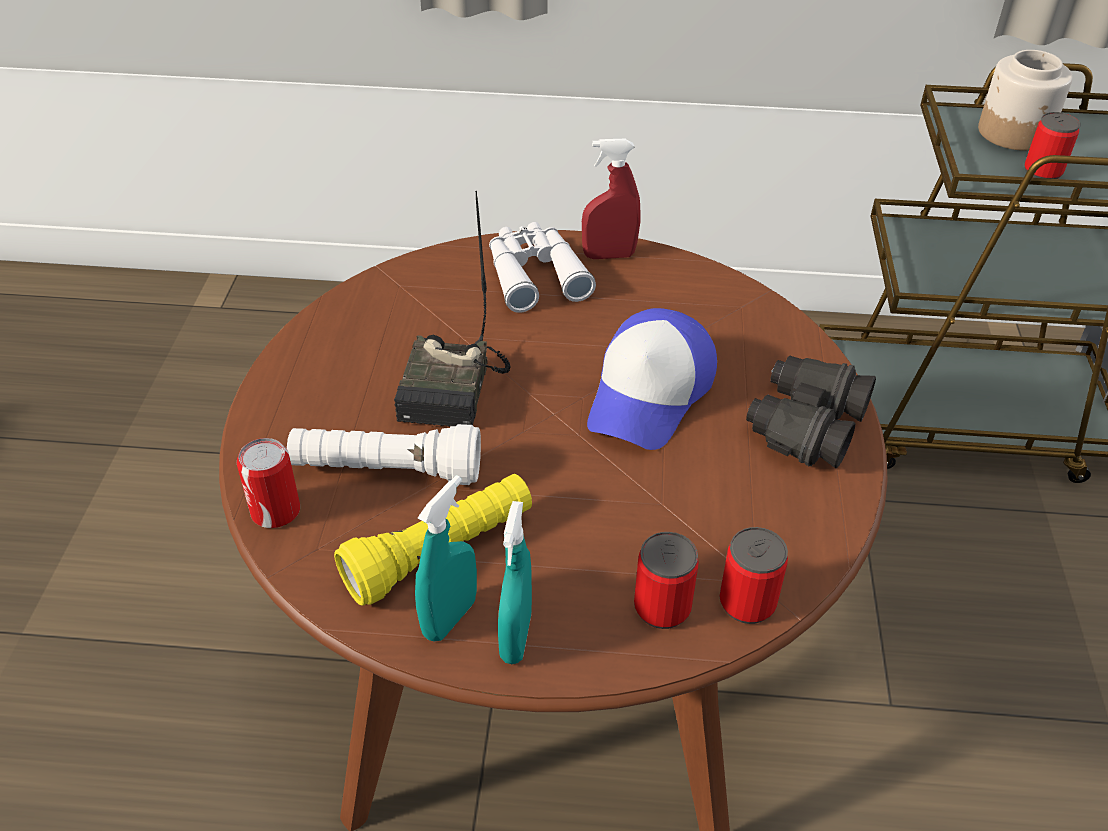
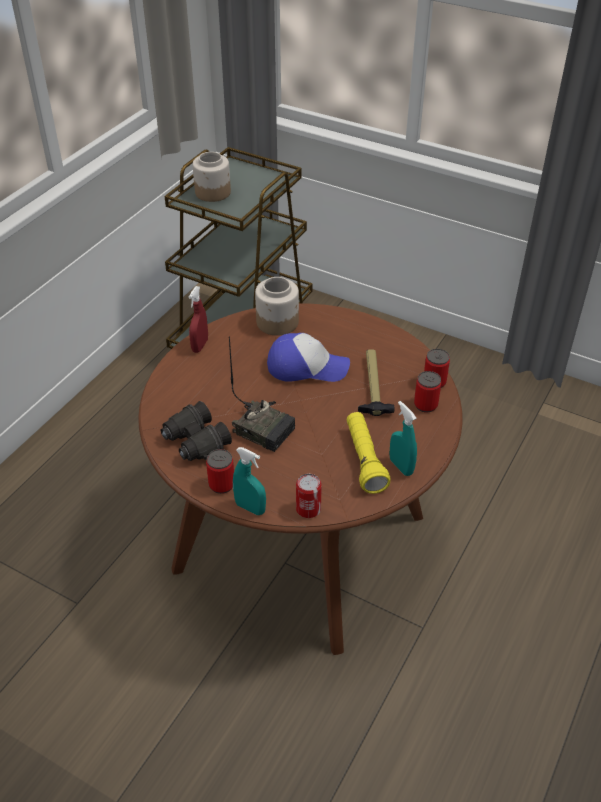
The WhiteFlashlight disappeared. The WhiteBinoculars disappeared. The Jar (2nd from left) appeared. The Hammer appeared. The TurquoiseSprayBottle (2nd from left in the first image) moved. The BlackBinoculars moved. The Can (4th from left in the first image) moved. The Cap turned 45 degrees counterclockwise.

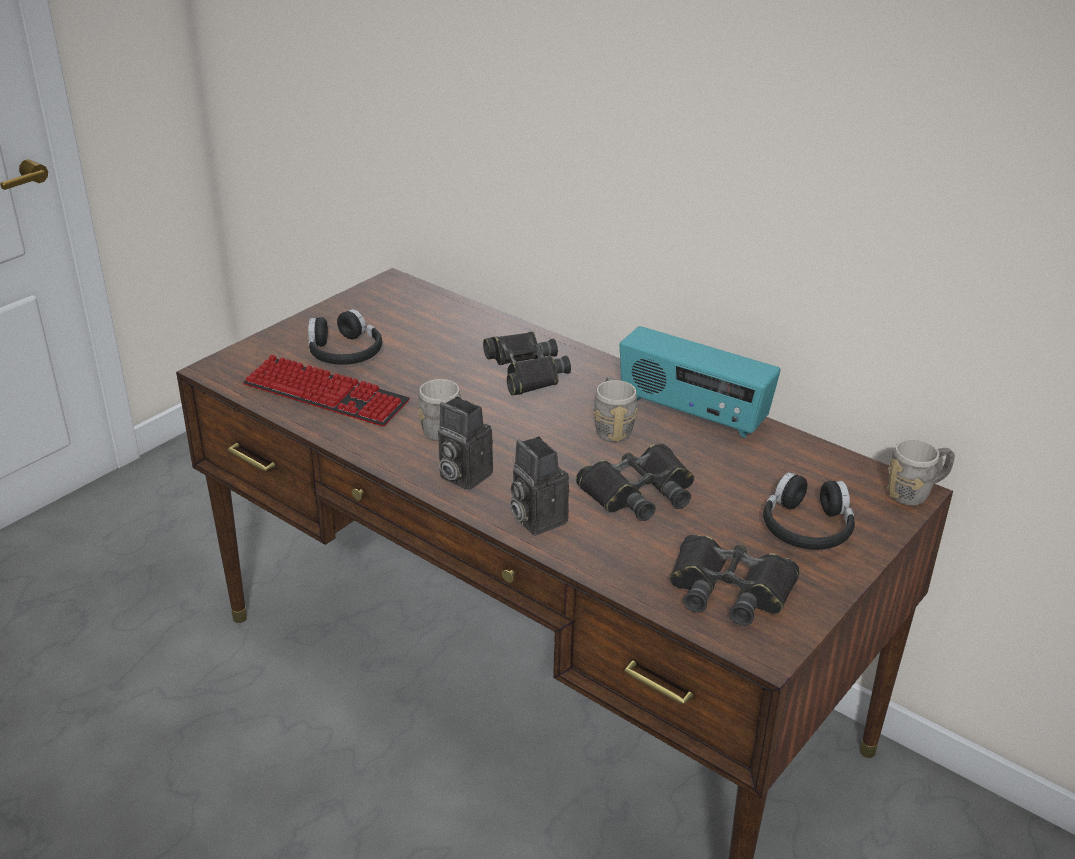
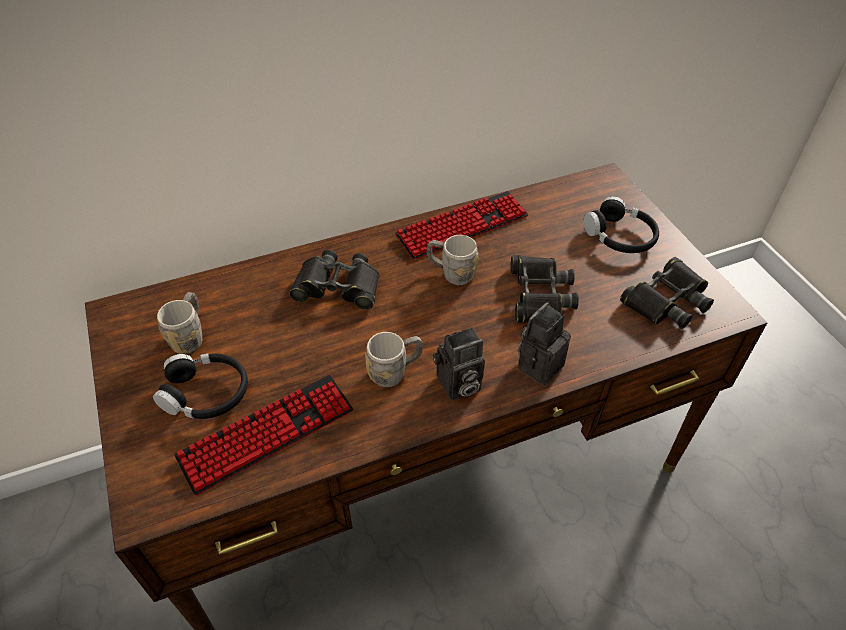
The GreyMug (3rd from left in the first image) moved. The Radio was replaced by the Keyboard (2nd from left). The PhotoCamera (2nd from left) turned 135 degrees clockwise.

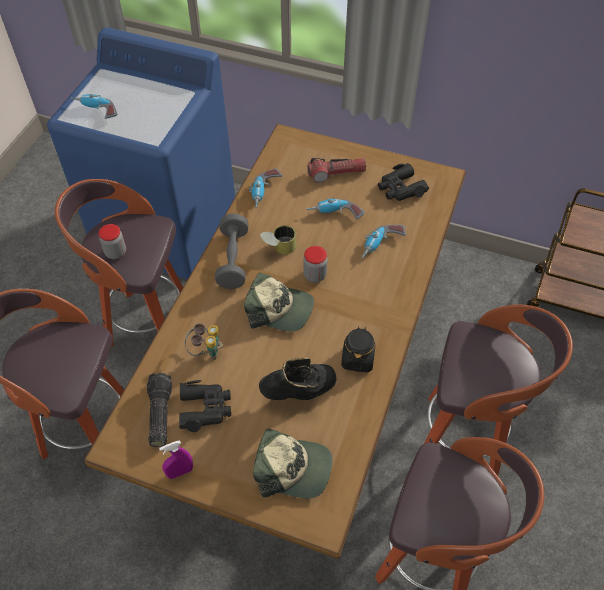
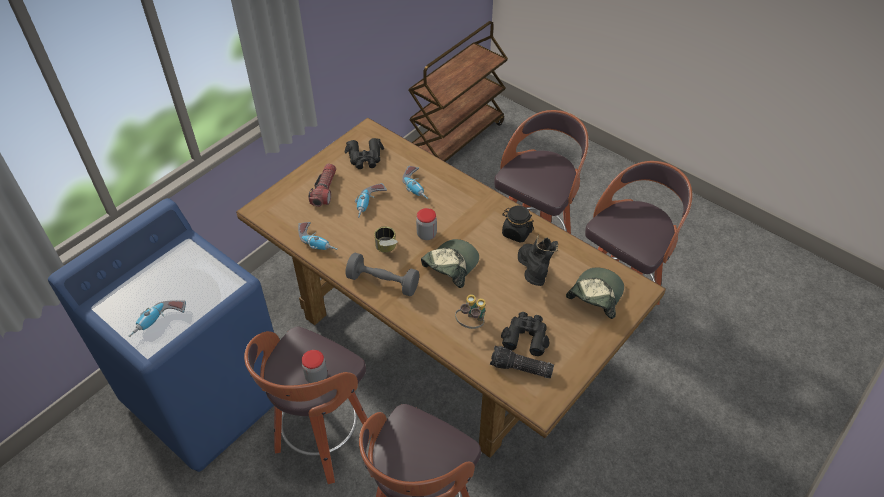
The PurpleSprayBottle disappeared.

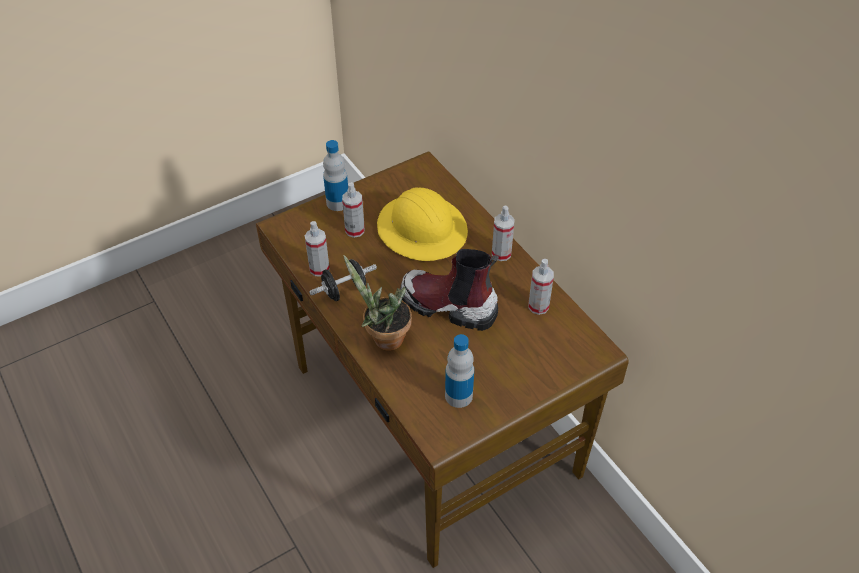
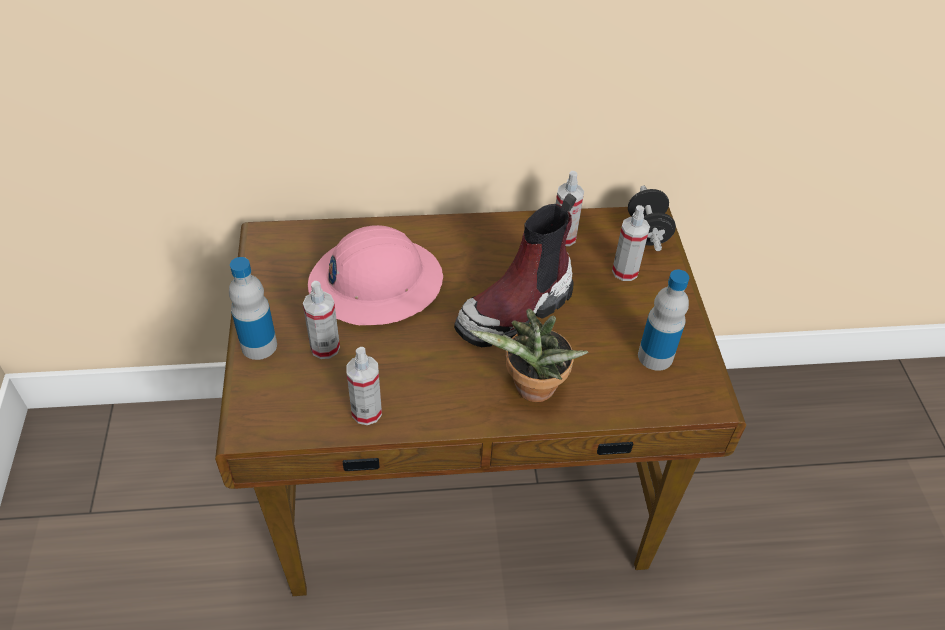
The BlackDumbbell moved. The SprayBottle (3rd from left in the first image) moved. The YellowHardHat became the PinkHardHat.

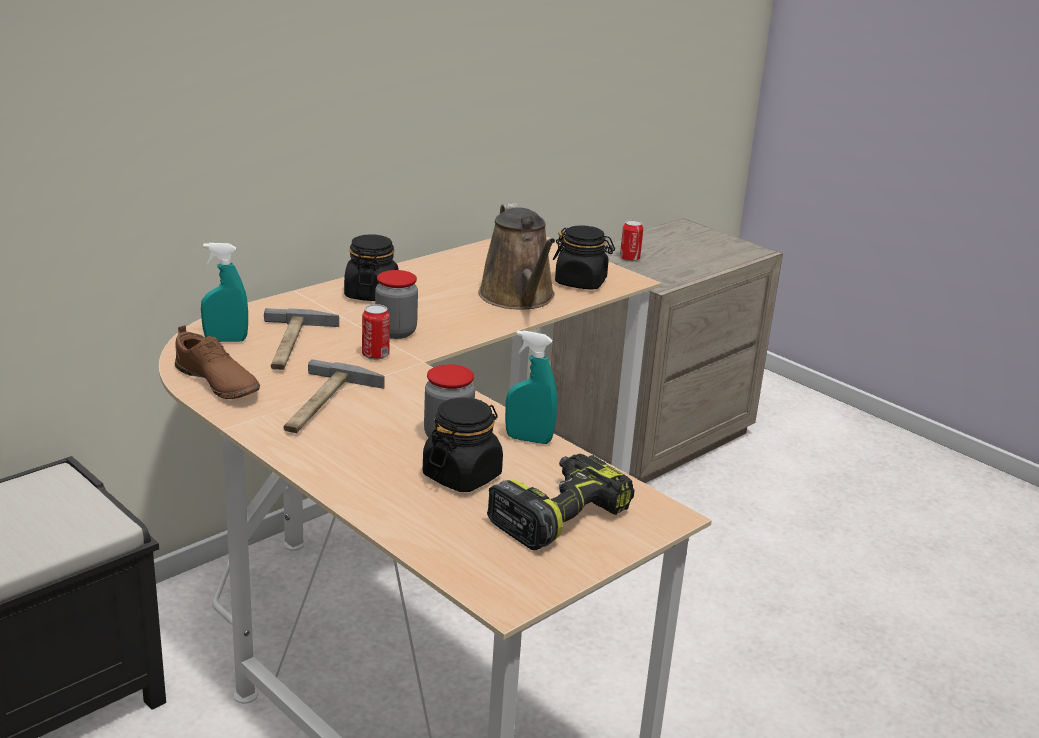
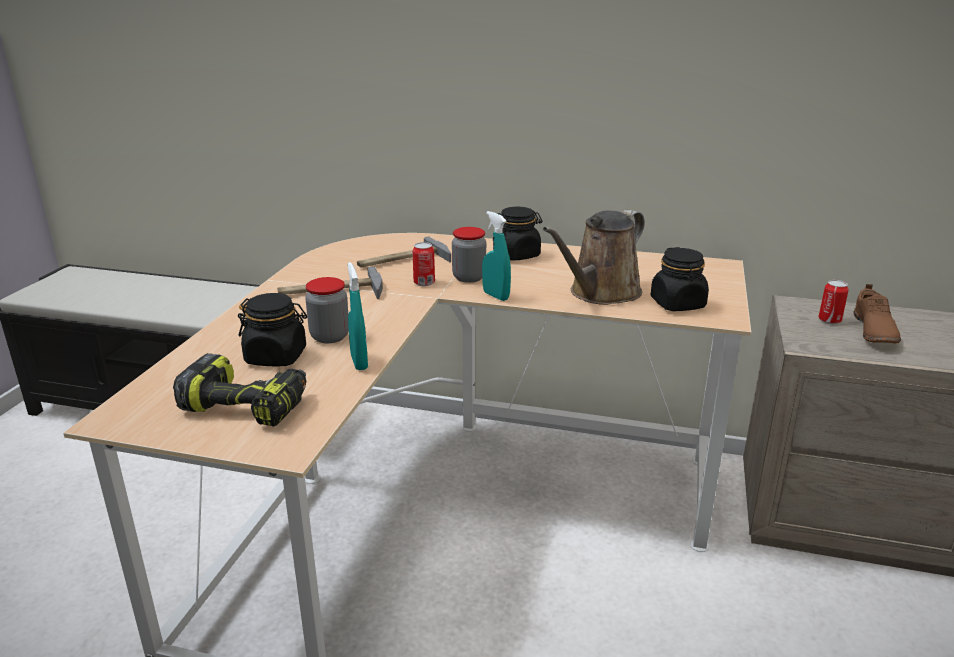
The BrownShoe moved. The TurquoiseSprayBottle (1st from left in the first image) moved.

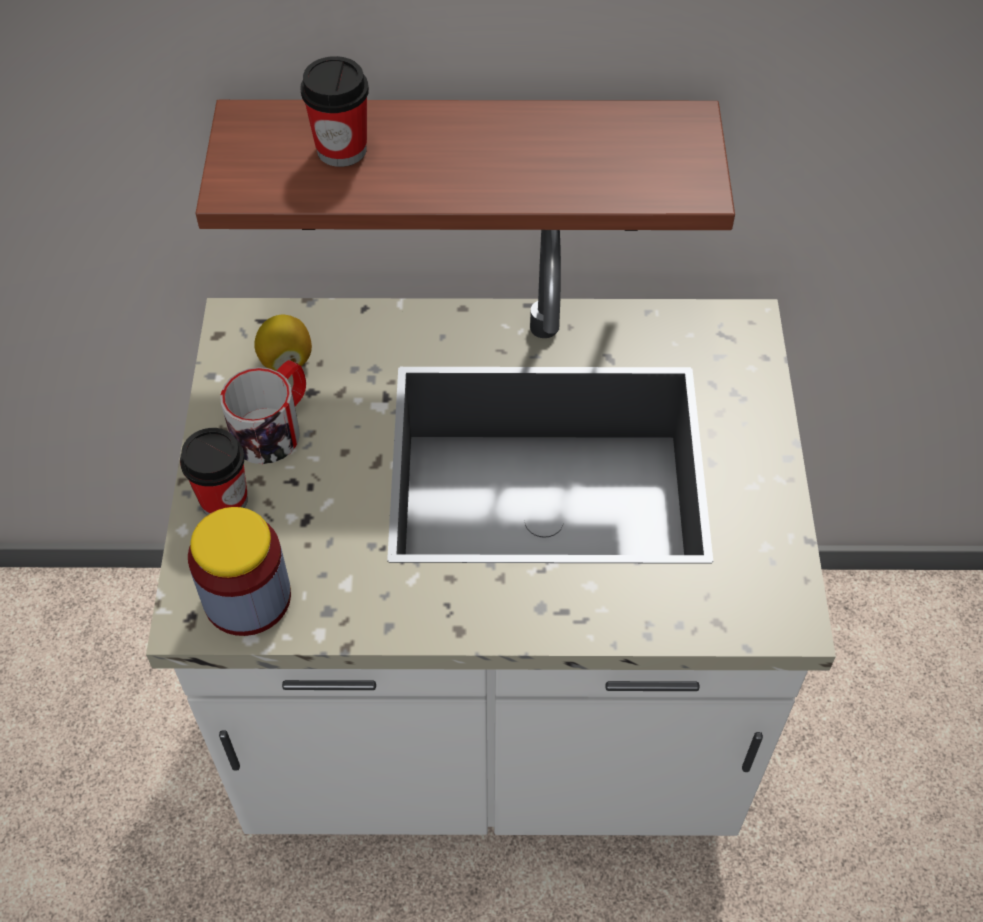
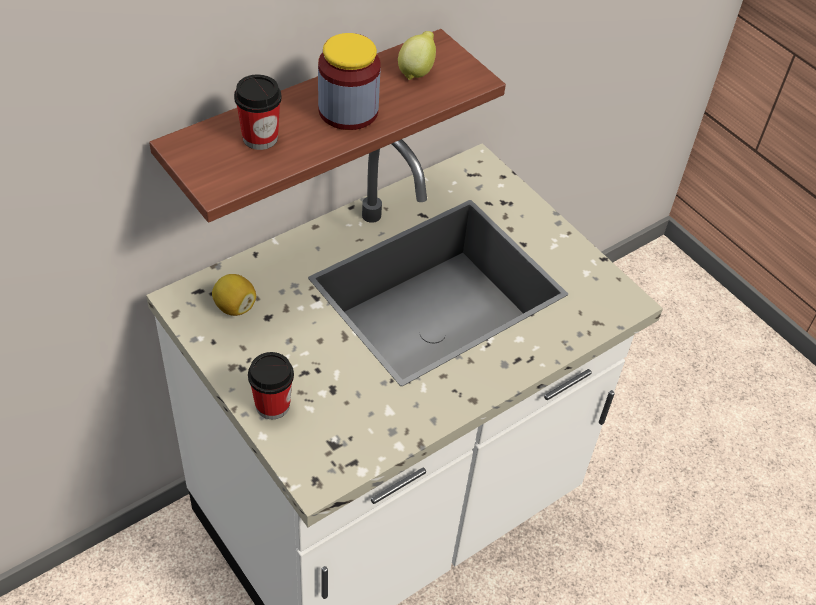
The Mug disappeared. The Lemon (2nd from left) appeared. The Jar moved.

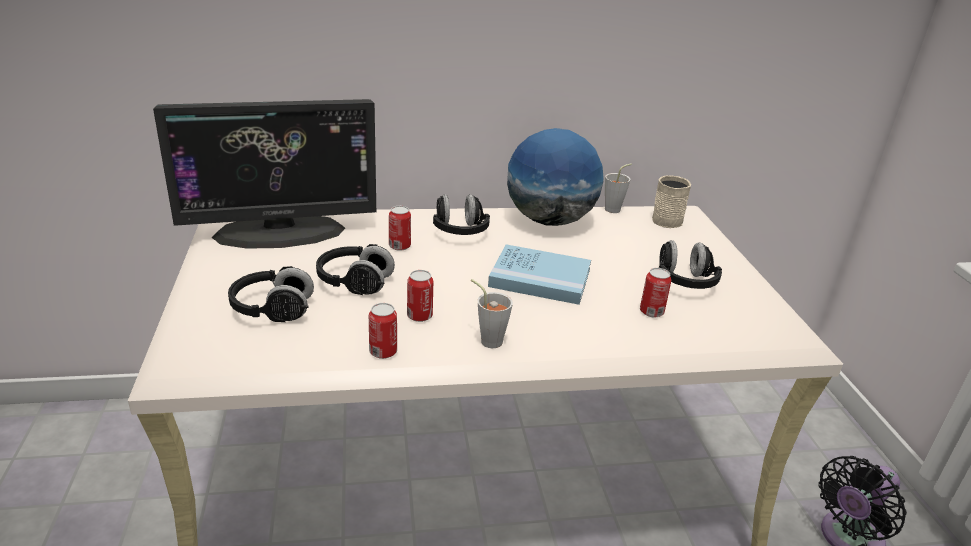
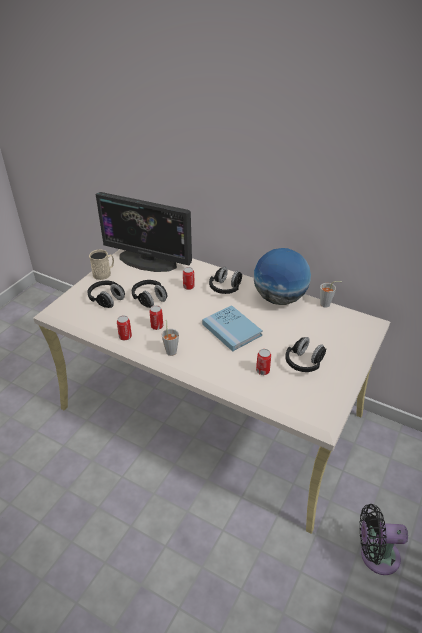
The BeigeMug moved.

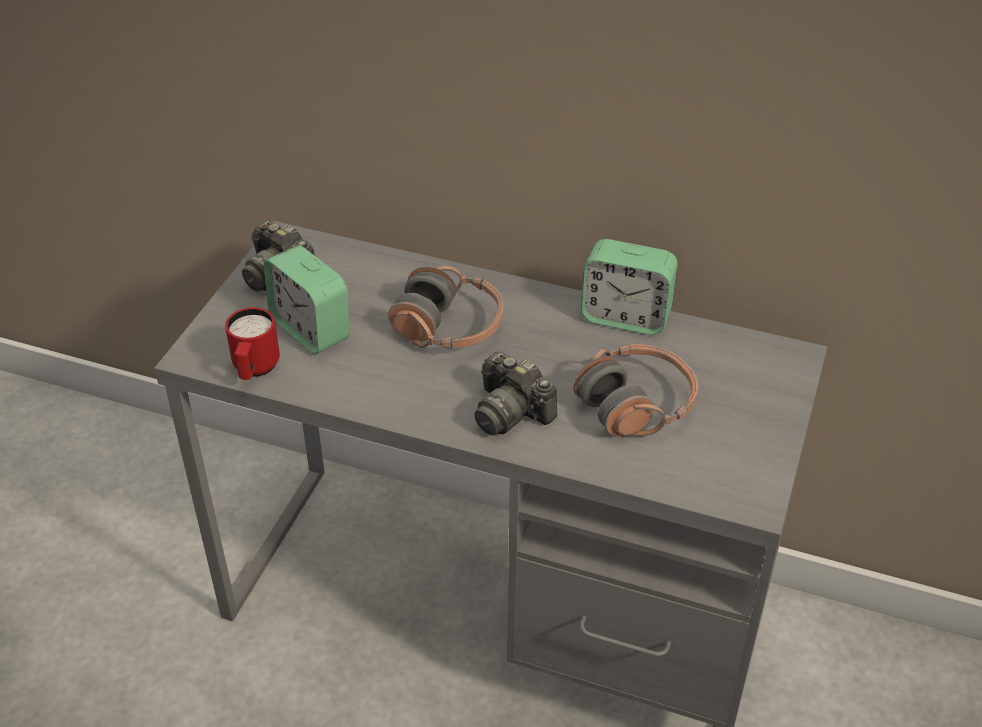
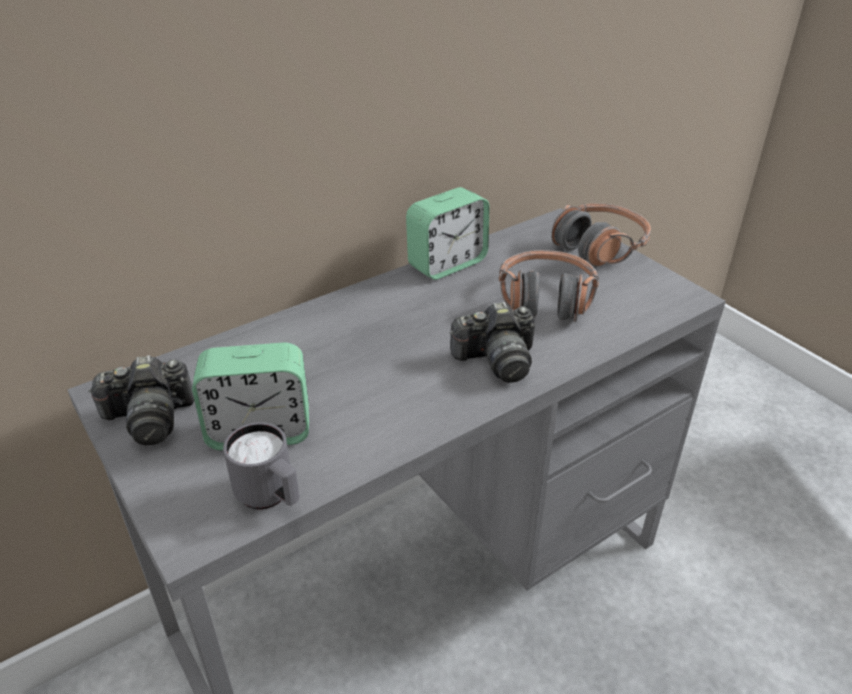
The Headphones (1st from left in the first image) moved. The RedMug became the GreyMug.

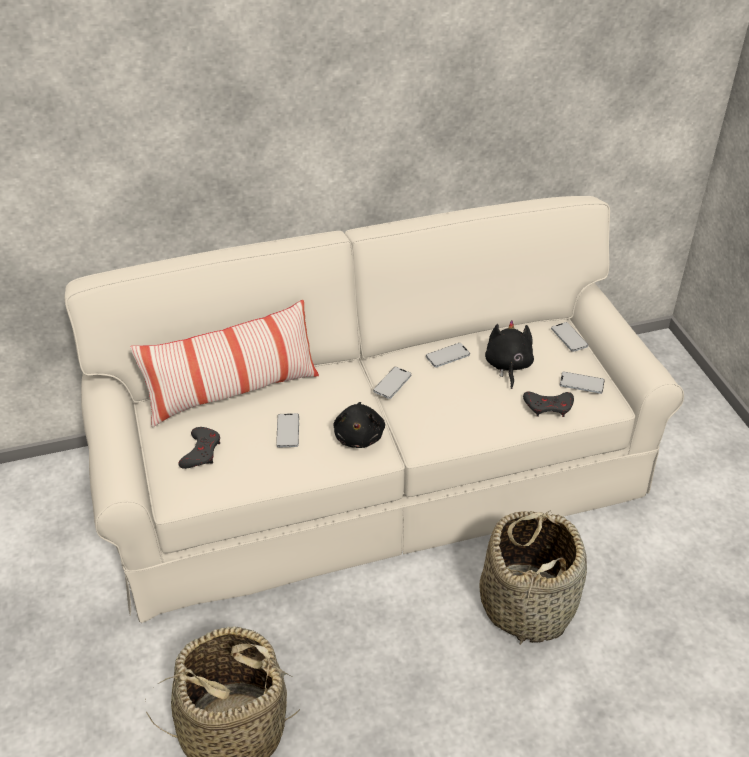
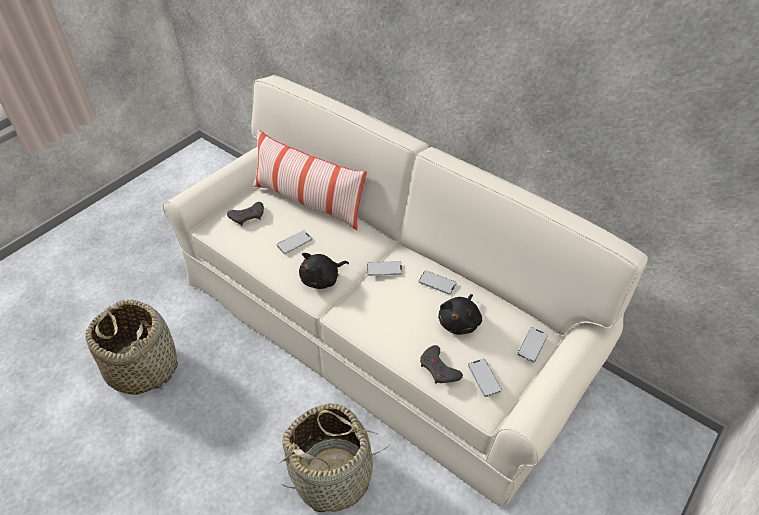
The BlackPlushToy (2nd from left) turned 150 degrees clockwise.

